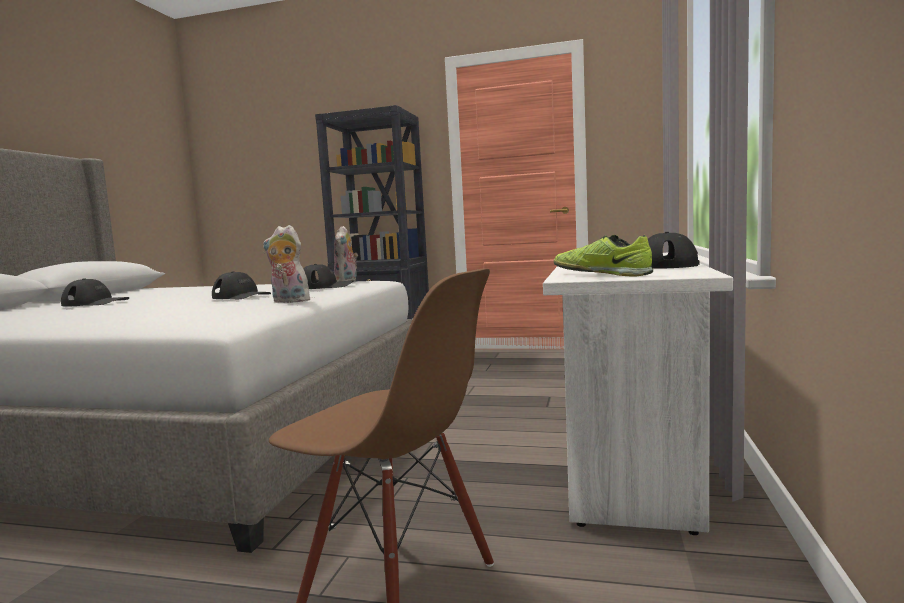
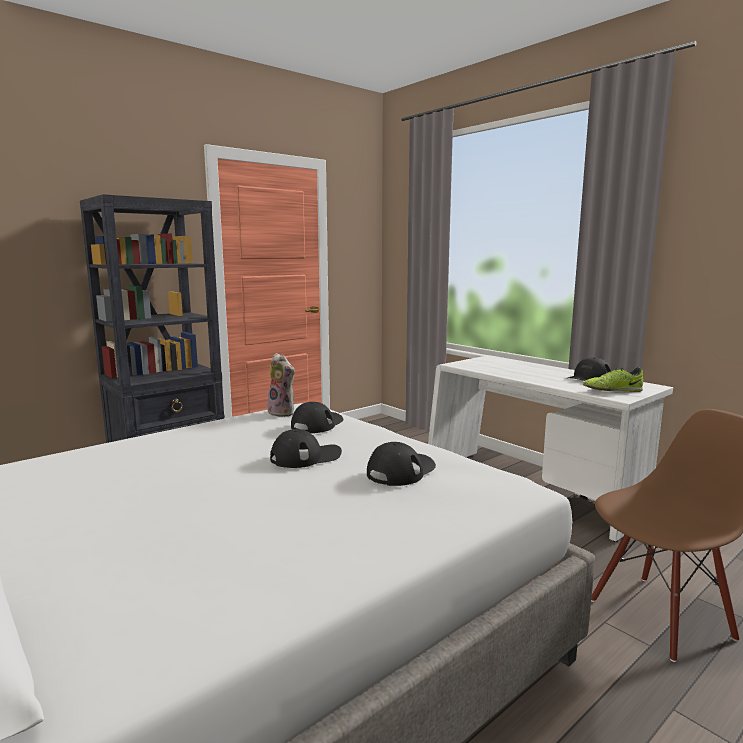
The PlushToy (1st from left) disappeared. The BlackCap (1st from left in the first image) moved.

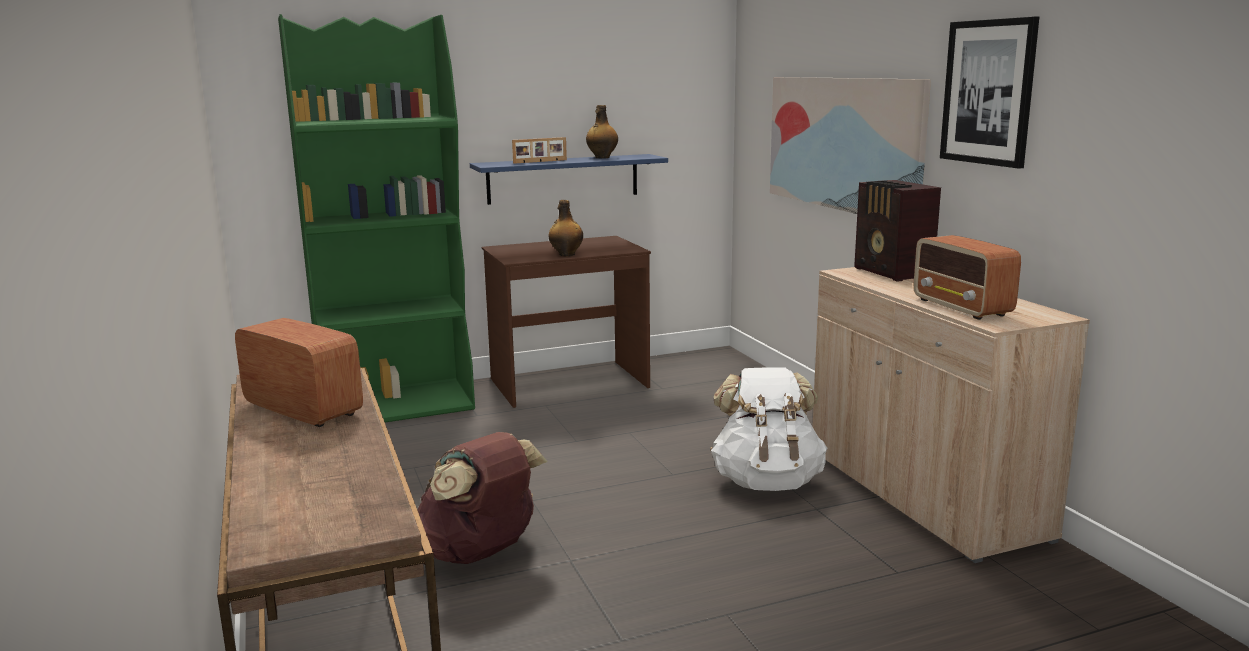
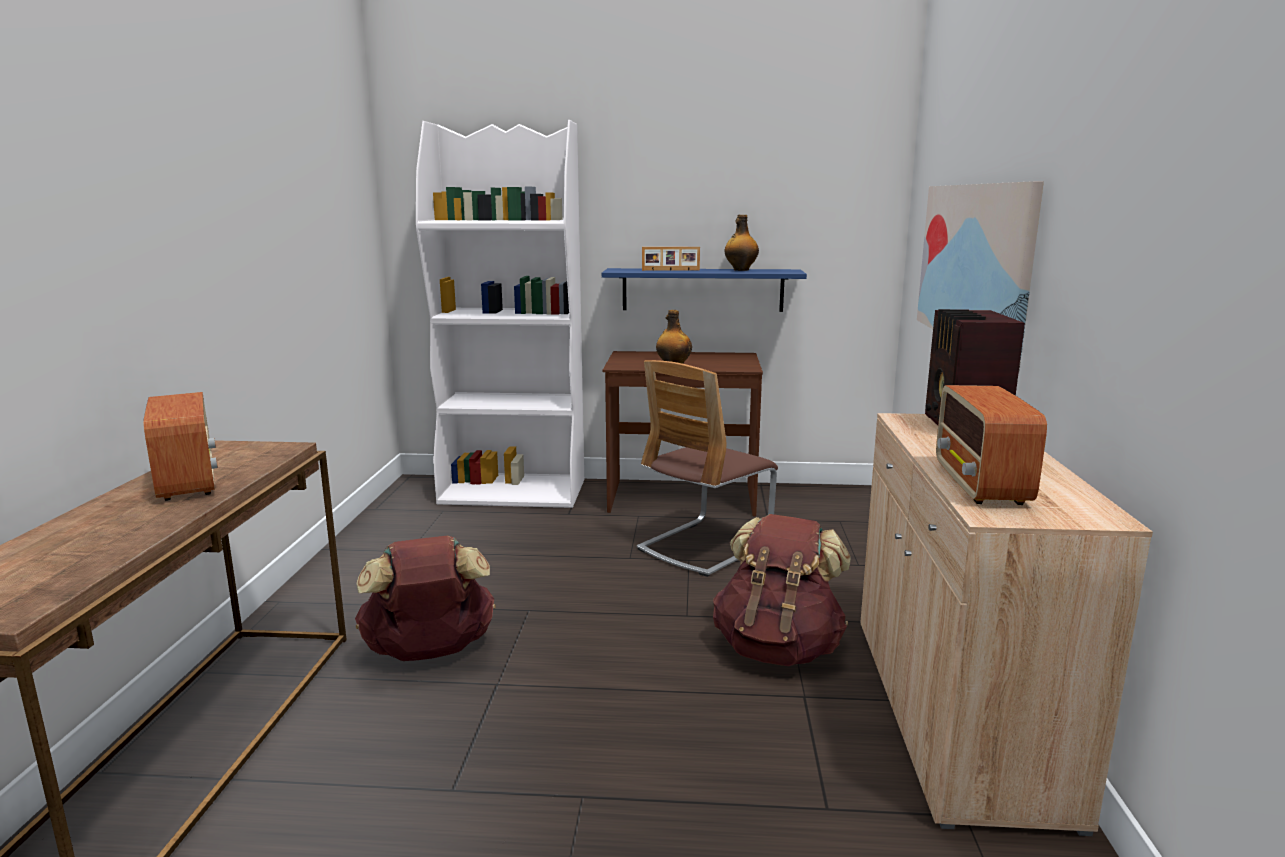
The Picture (2nd from left) disappeared. The Chair appeared. The GreenBookcase became the WhiteBookcase. The WhiteBackpack became the BrownBackpack (2nd from left).

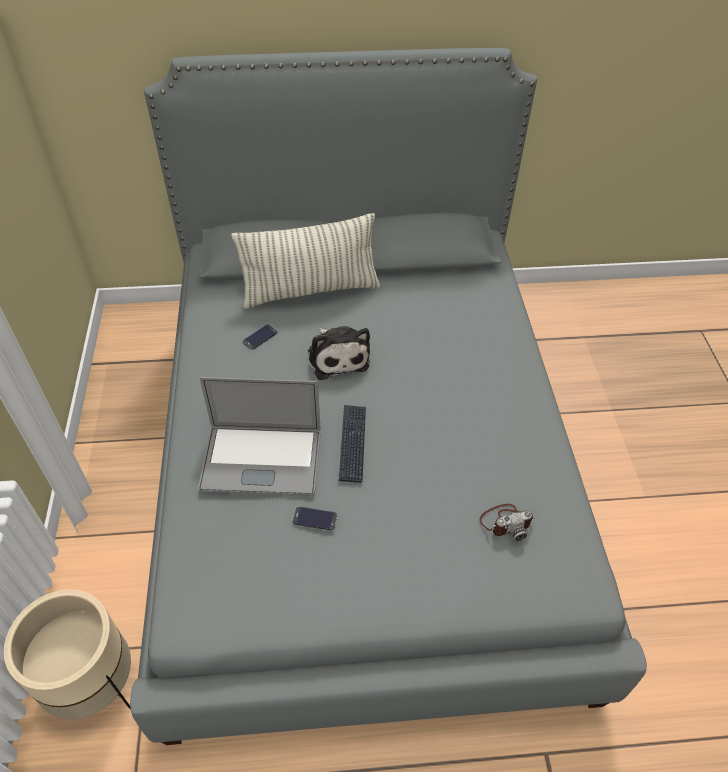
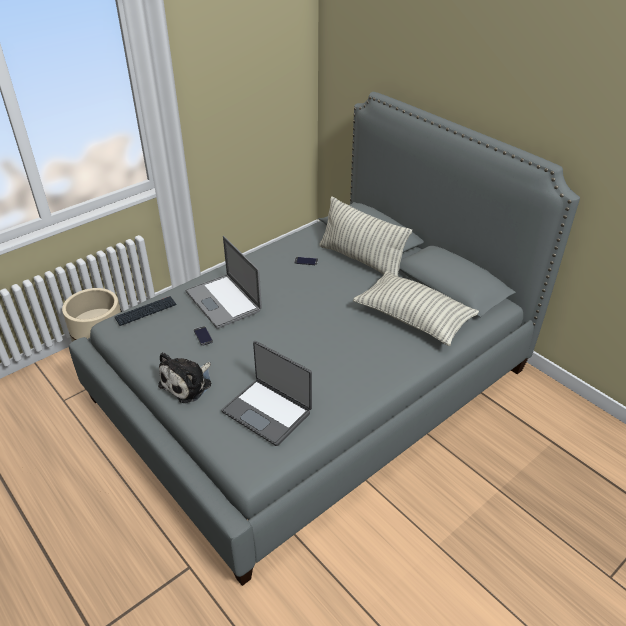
The Pillow (2nd from left) appeared. The PlushToy moved. The Keyboard moved. The PhotoCamera was replaced by the Laptop (2nd from left).

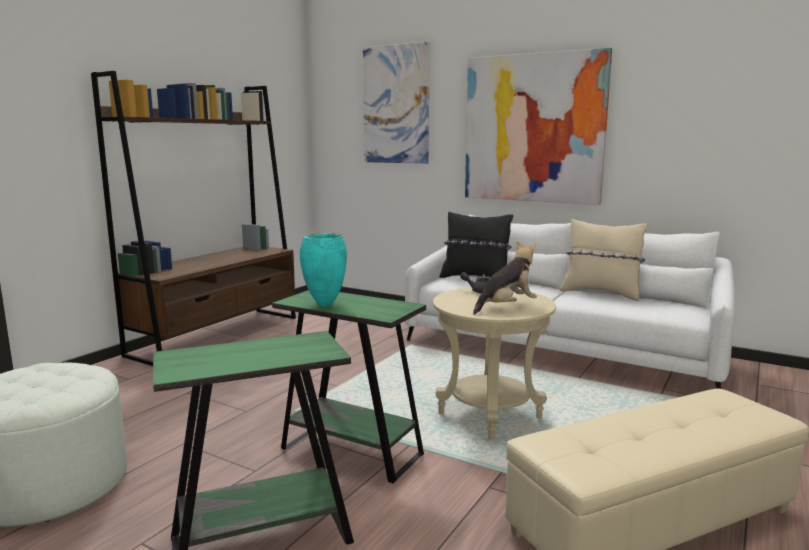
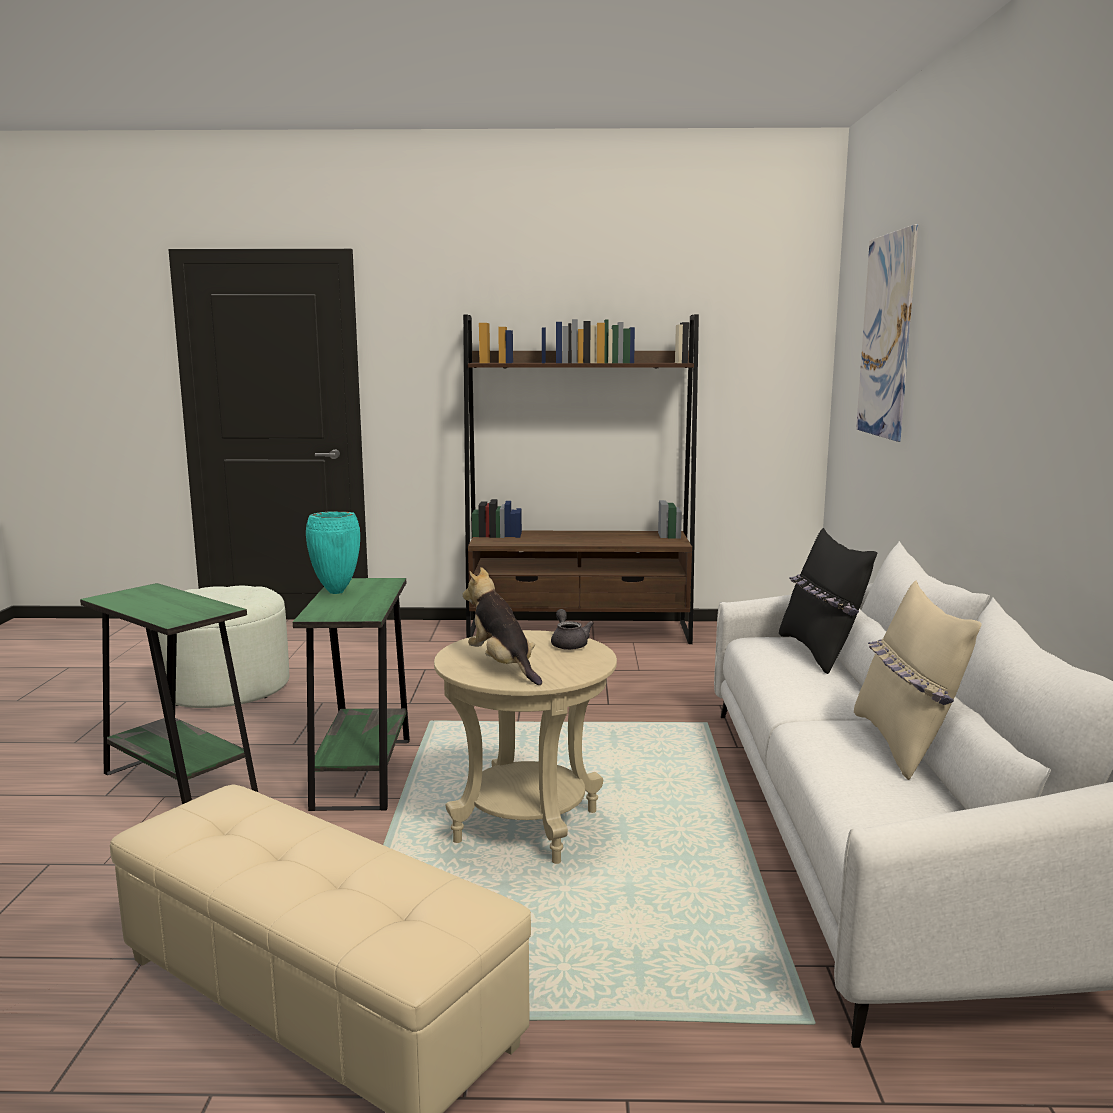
The Picture (2nd from left) disappeared. The PlushToy turned 150 degrees counterclockwise.

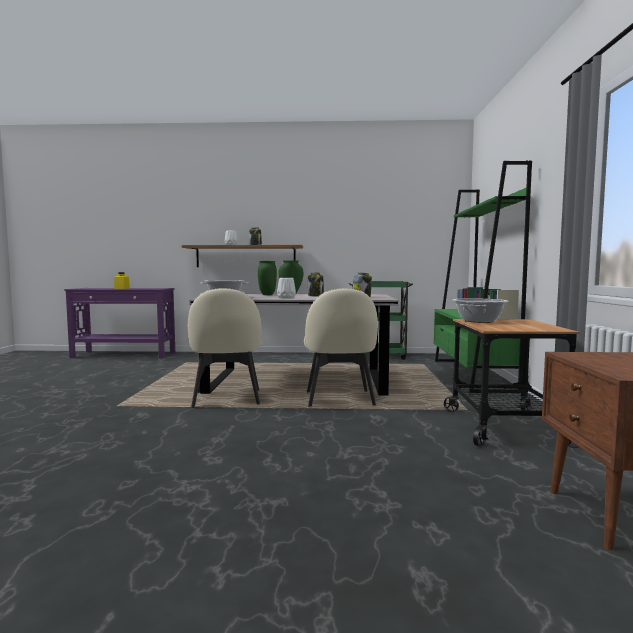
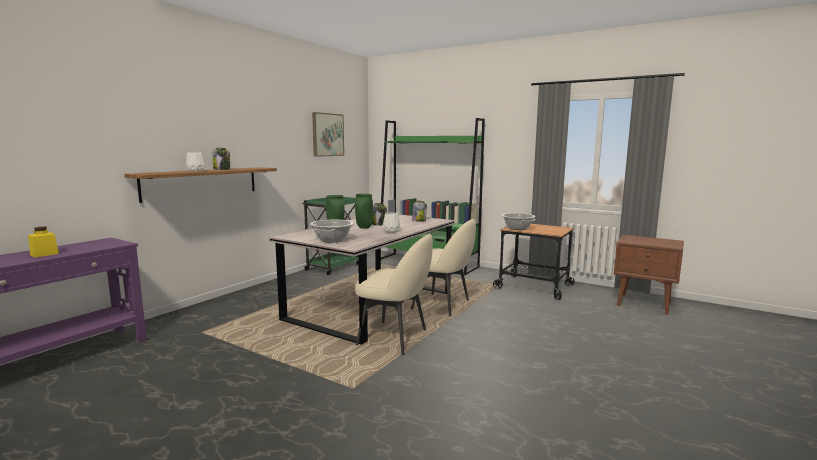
The Picture appeared.

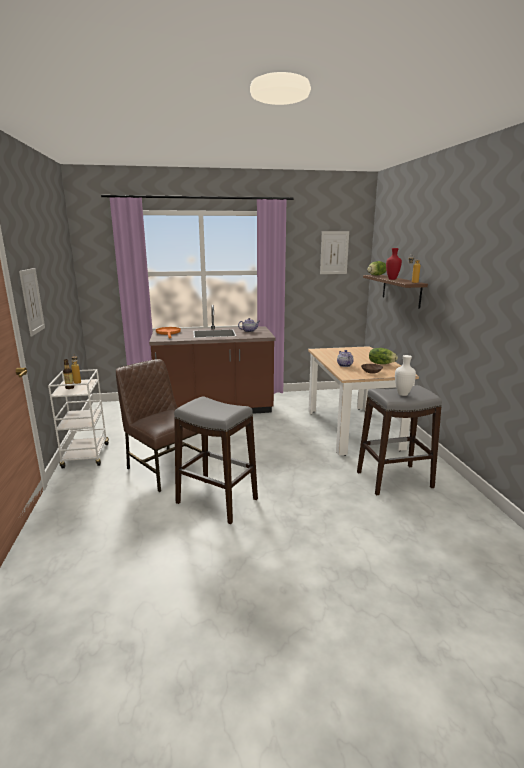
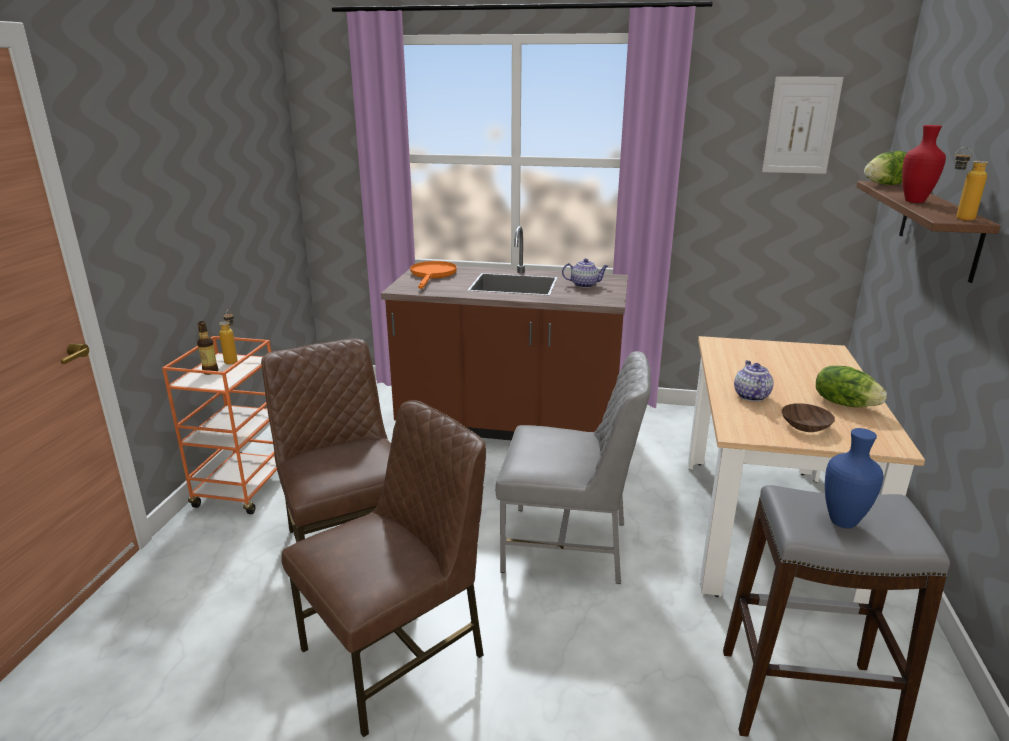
The Picture (1st from left) disappeared. The GreyChair appeared. The GreyStool (1st from left) was replaced by the BrownChair (2nd from left). The WhiteCart became the OrangeCart. The WhiteVase became the BlueVase.

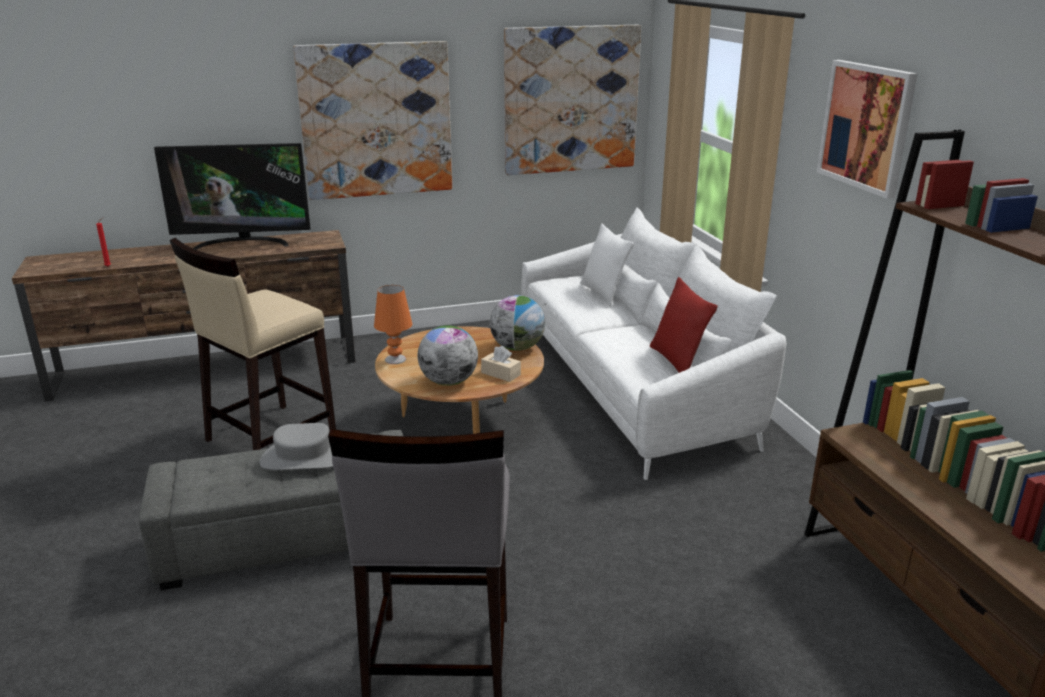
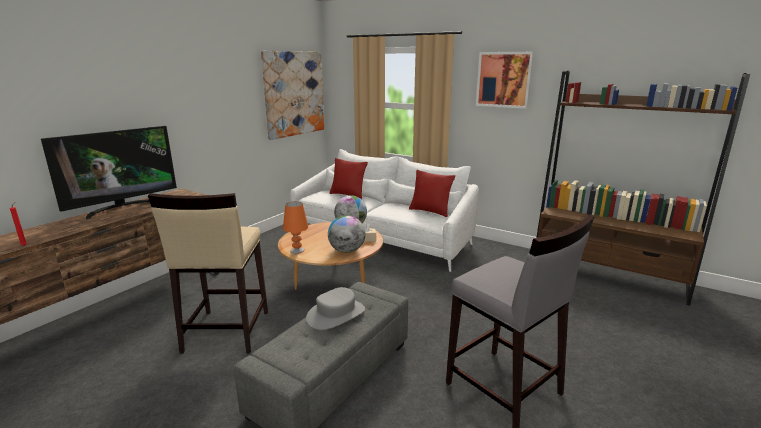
The Picture (1st from left) disappeared. The WhitePillow became the RedPillow (1st from left).

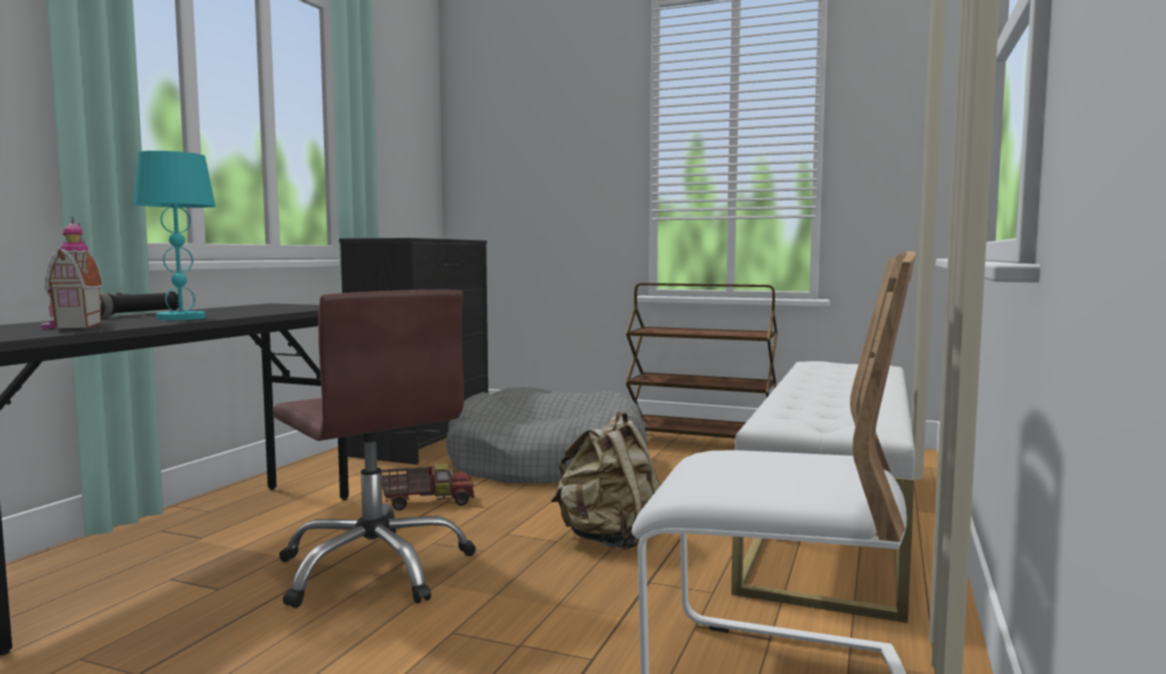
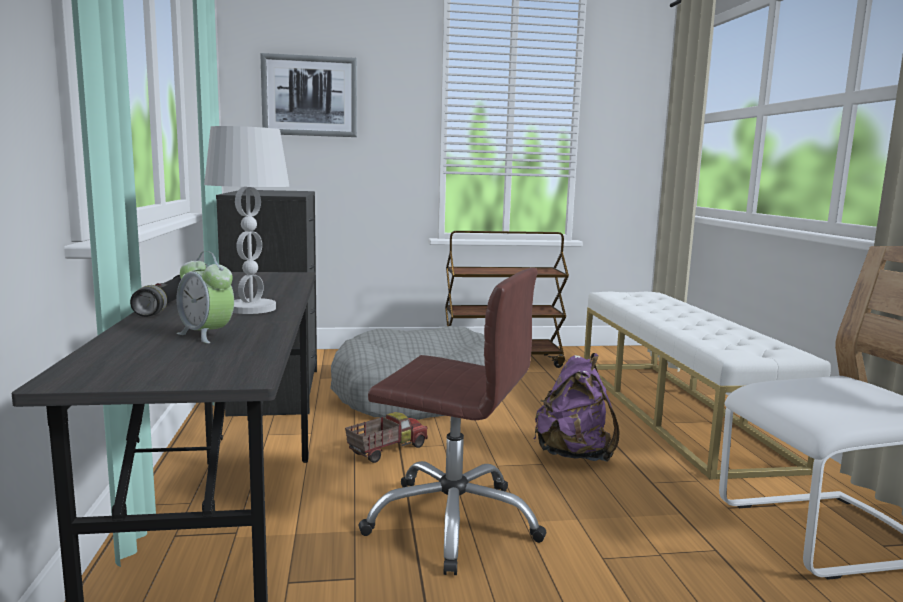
The Picture appeared. The ToyHouse was replaced by the AlarmClock. The TurquoiseTableLamp became the WhiteTableLamp. The BeigeBackpack became the PurpleBackpack.

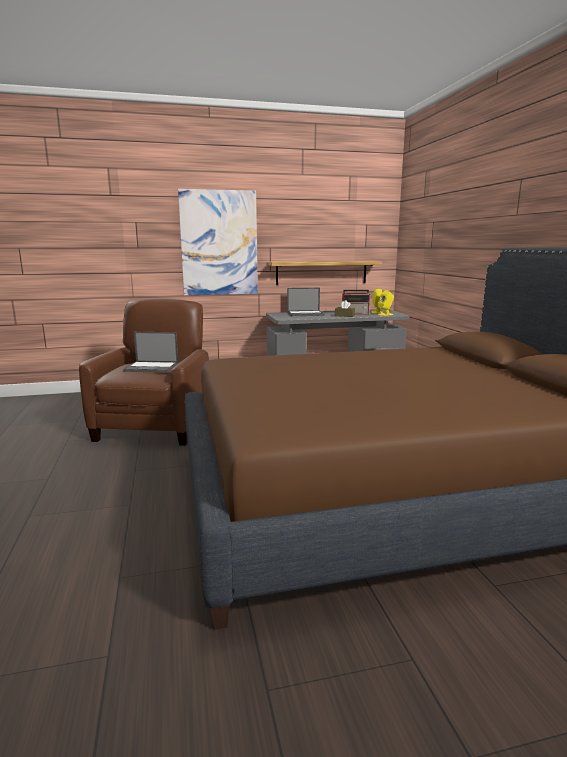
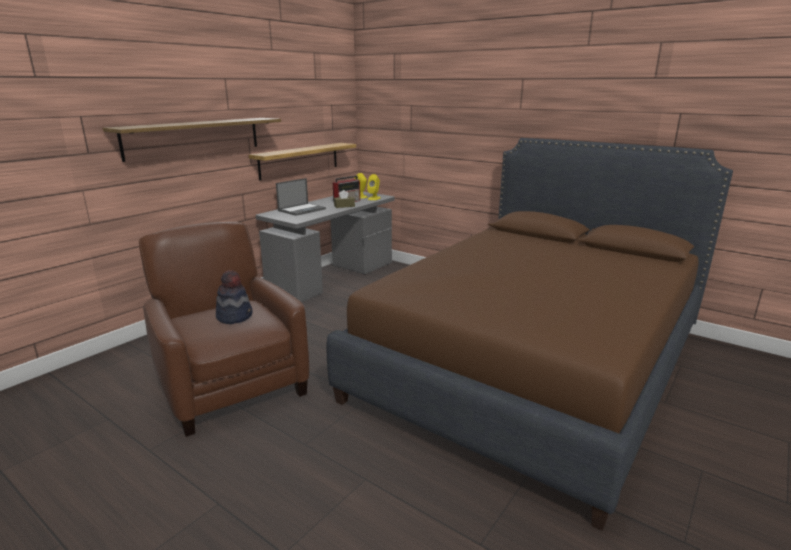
The Laptop (1st from left) was replaced by the Hat. The Picture was replaced by the Shelf (1st from left).

